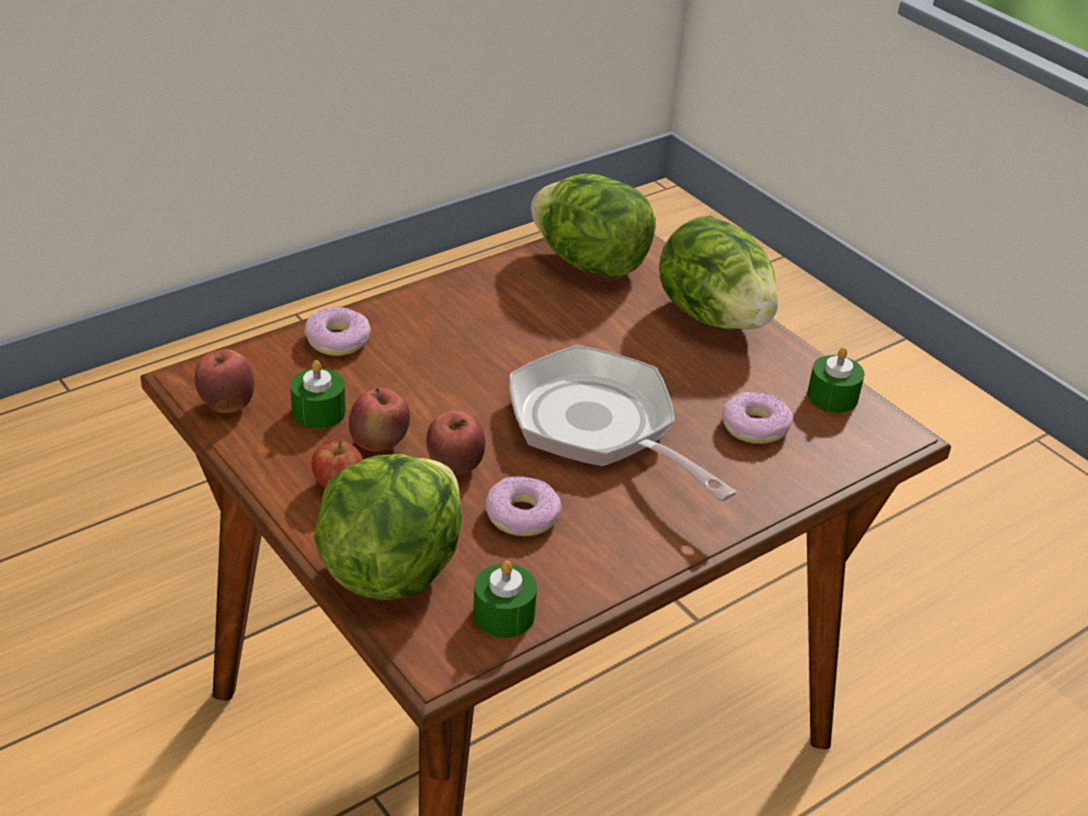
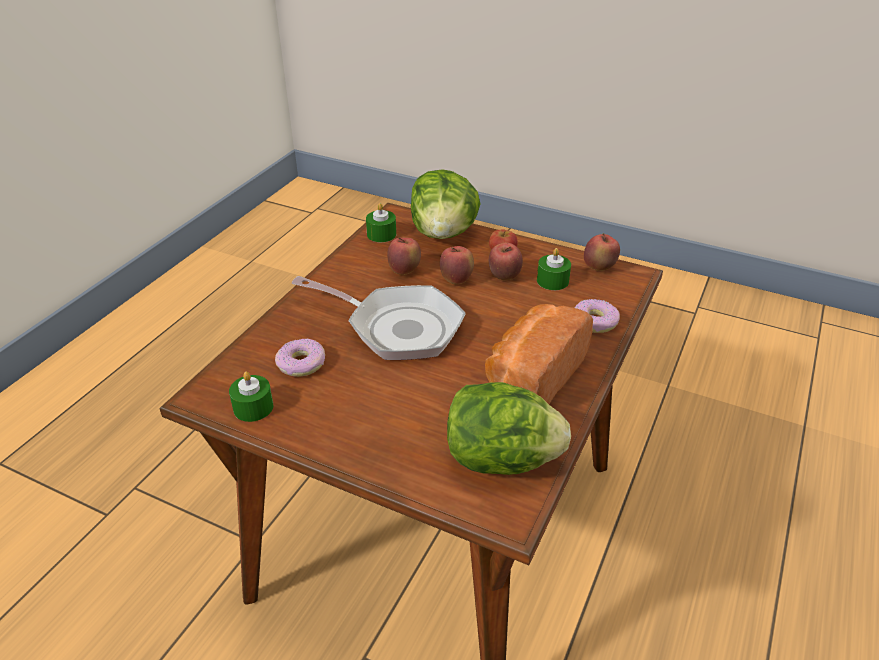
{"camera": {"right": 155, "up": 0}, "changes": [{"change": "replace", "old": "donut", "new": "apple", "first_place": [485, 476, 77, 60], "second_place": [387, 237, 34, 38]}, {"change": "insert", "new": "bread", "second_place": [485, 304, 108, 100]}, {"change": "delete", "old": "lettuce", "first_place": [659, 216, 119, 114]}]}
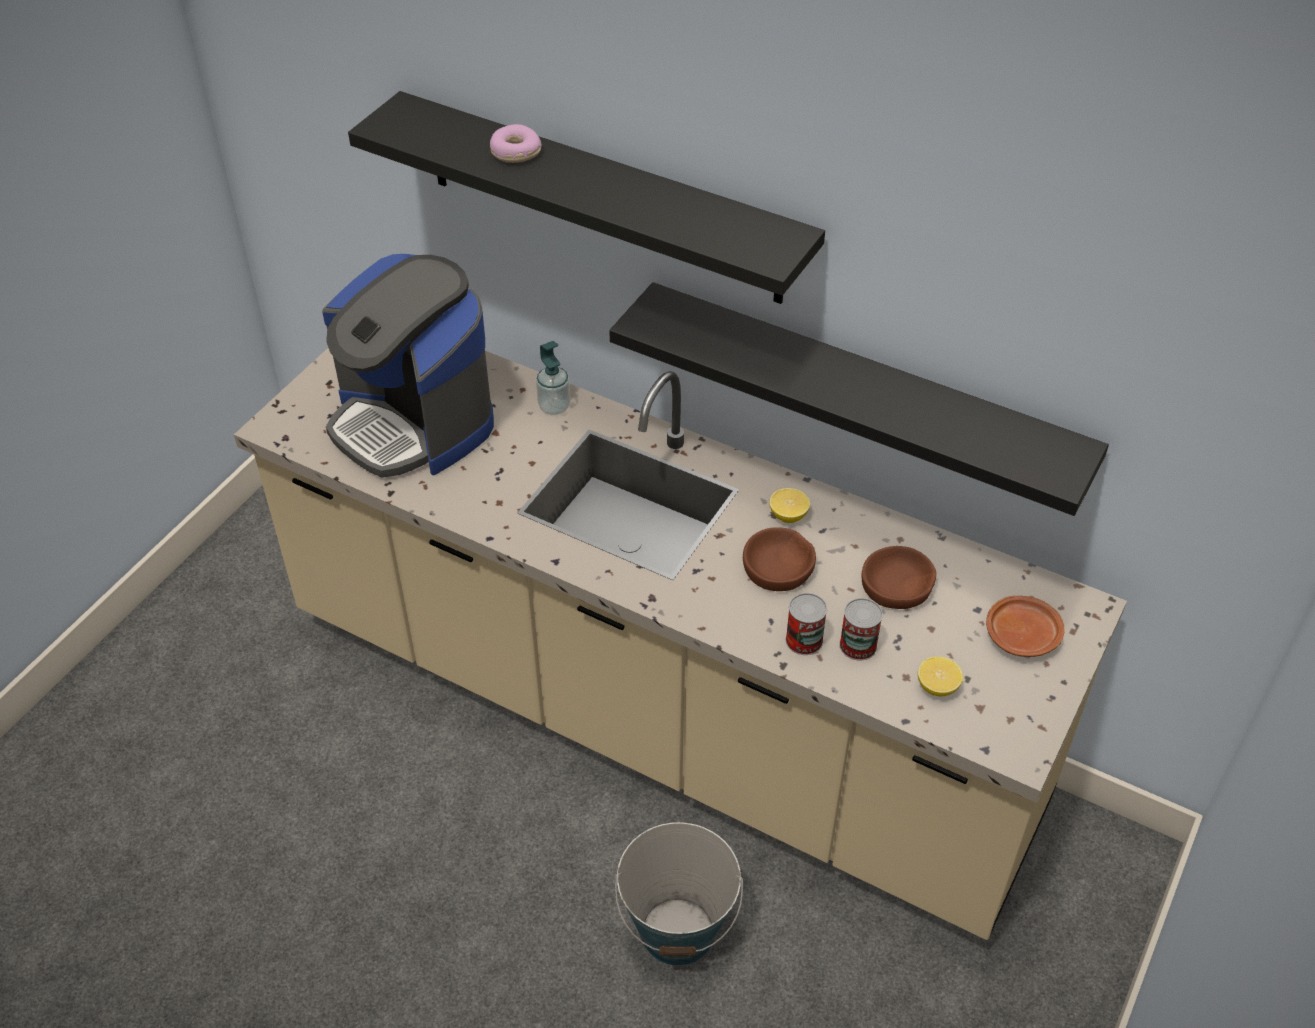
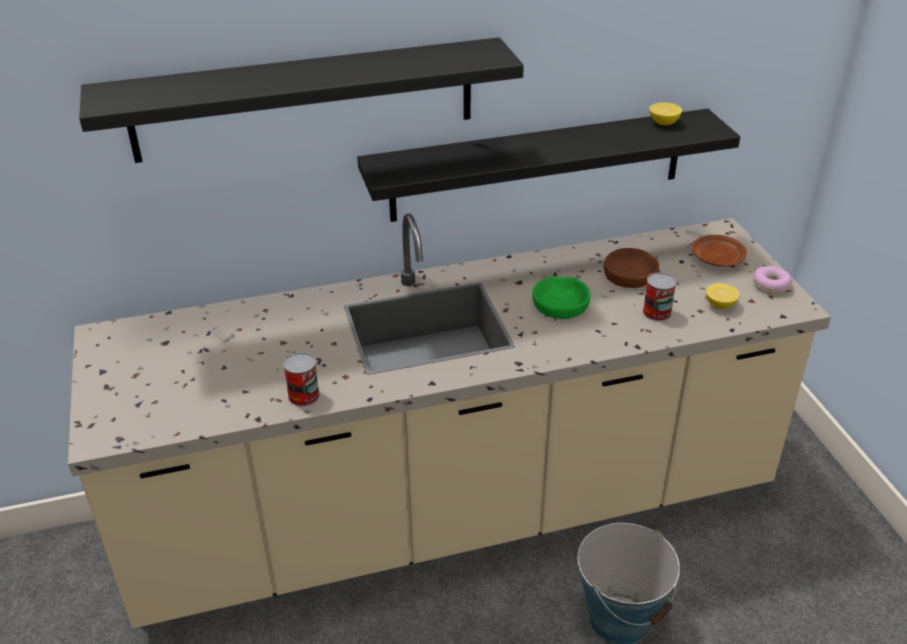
{"camera": {"right": -45, "up": -10}, "changes": [{"change": "move", "old": "can", "first_place": [786, 593, 41, 62], "second_place": [283, 352, 37, 54]}, {"change": "recolor", "old": "brown bowl", "new": "green bowl", "first_place": [743, 527, 73, 64], "second_place": [532, 276, 58, 43]}, {"change": "move", "old": "lemon", "first_place": [769, 488, 41, 35], "second_place": [649, 102, 33, 23]}, {"change": "move", "old": "donut", "first_place": [490, 124, 52, 39], "second_place": [753, 266, 40, 28]}, {"change": "delete", "old": "coffee machine", "first_place": [322, 254, 172, 224]}, {"change": "delete", "old": "soap dispenser", "first_place": [536, 341, 34, 74]}]}
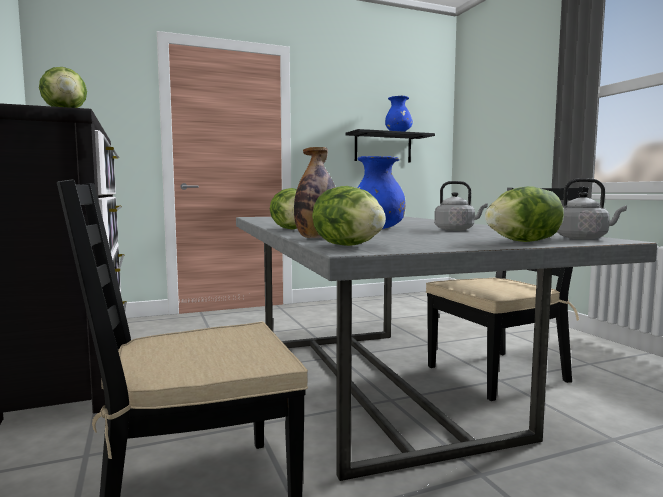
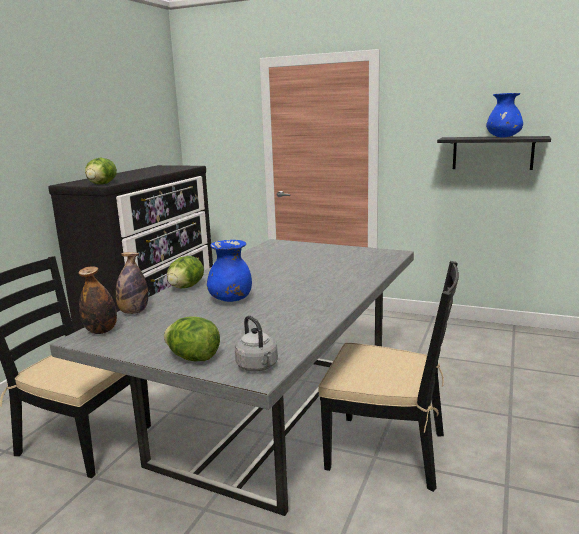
{"camera": {"right": 45, "up": 10}, "changes": [{"change": "replace", "old": "lettuce", "new": "bottle", "first_place": [312, 186, 74, 60], "second_place": [79, 266, 38, 68]}, {"change": "delete", "old": "grey kettle", "first_place": [434, 181, 54, 50]}]}
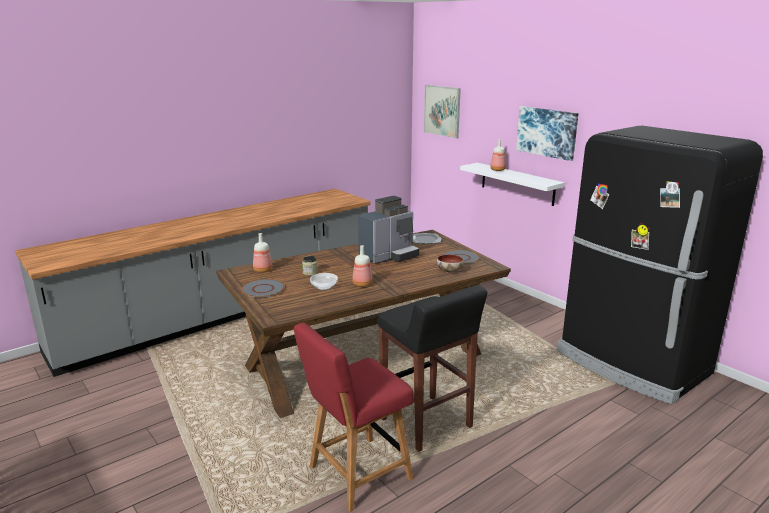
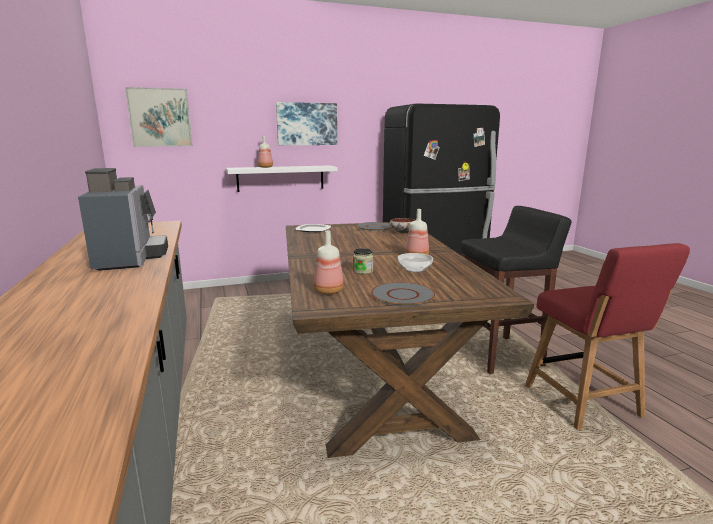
{"camera": {"right": -70, "up": -5}, "changes": [{"change": "move", "old": "coffee machine", "first_place": [358, 196, 61, 68], "second_place": [78, 168, 90, 103]}]}
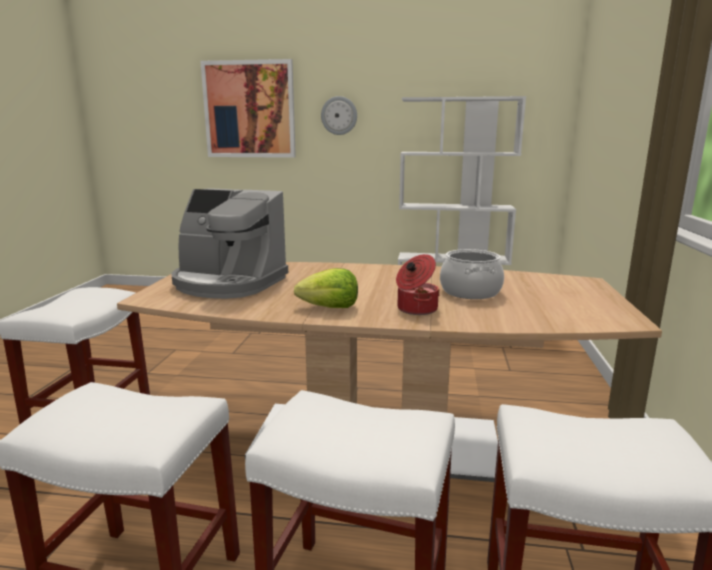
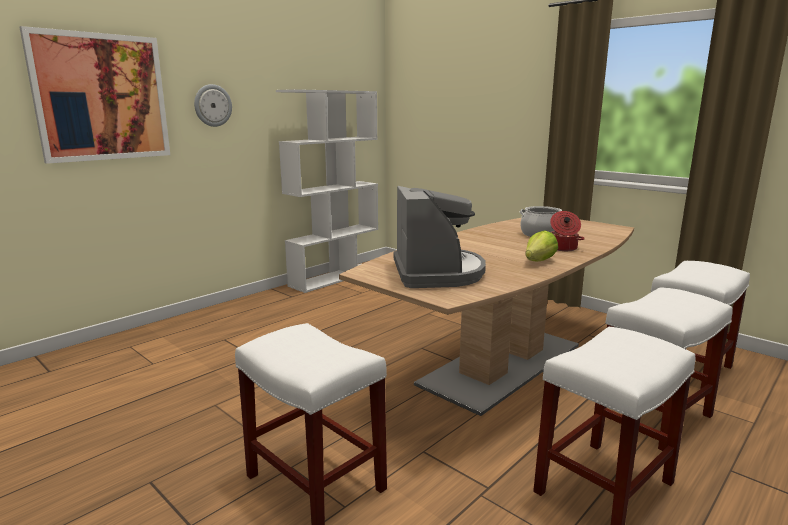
{"camera": {"right": -55, "up": 0}, "changes": [{"change": "rotate", "old": "coffee machine", "first_place": [172, 188, 116, 111], "second_place": [394, 186, 92, 102], "degrees": -60}]}
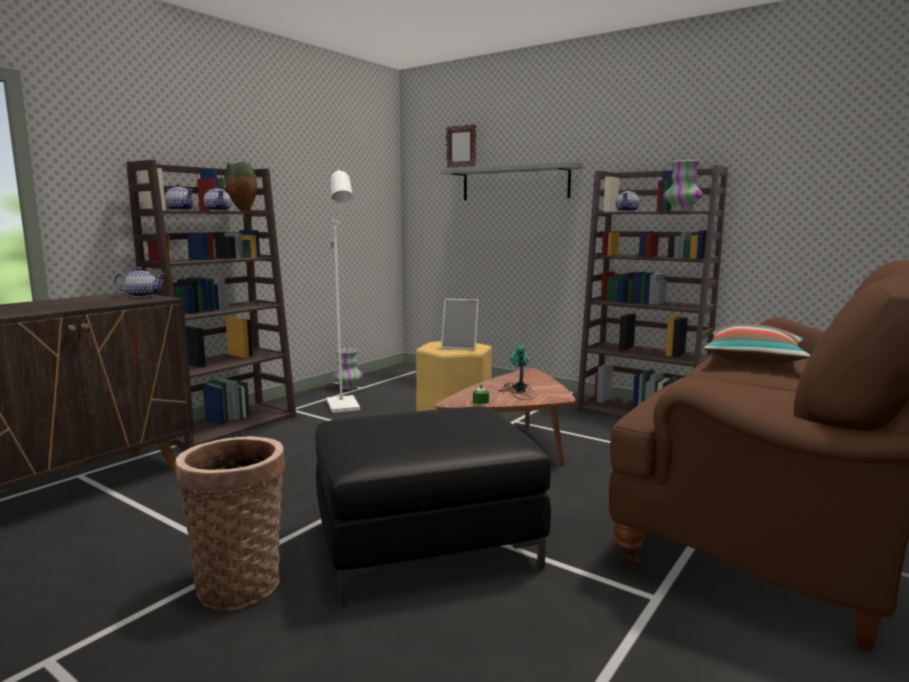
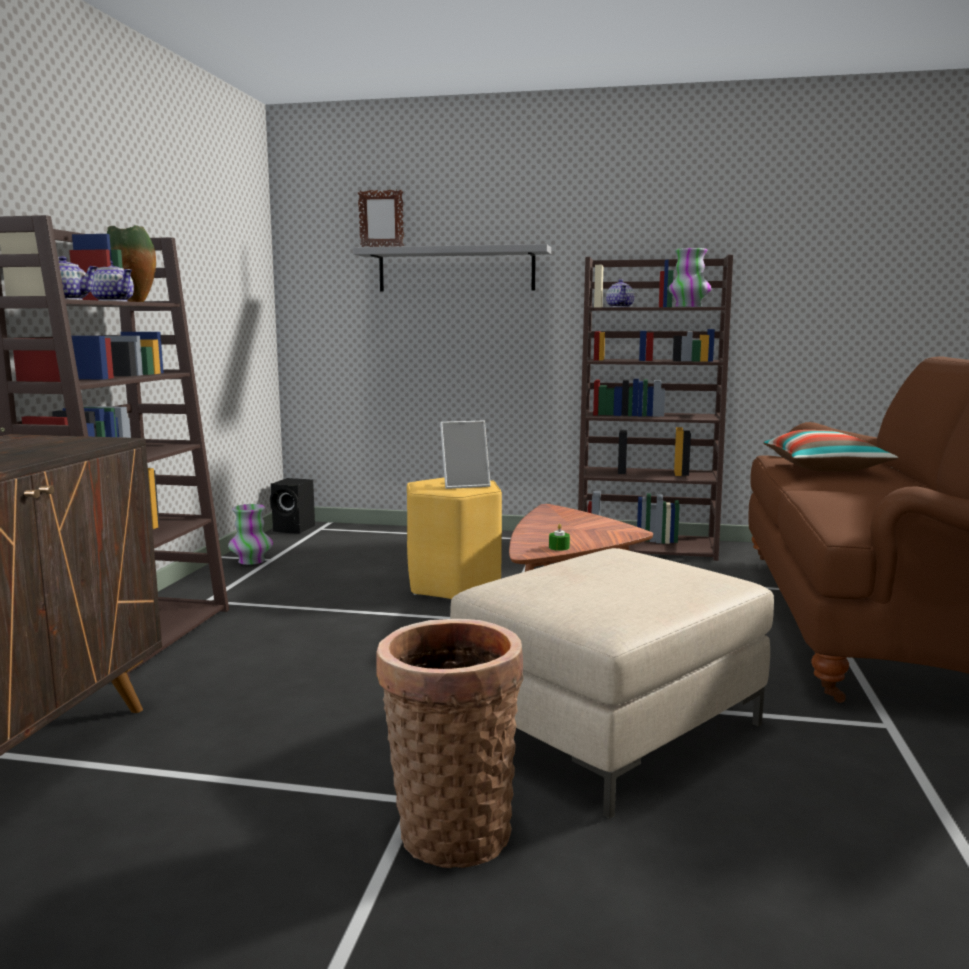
{"camera": {"right": -25, "up": 0}, "changes": [{"change": "insert", "new": "black speaker", "second_place": [270, 478, 45, 55]}, {"change": "recolor", "old": "black ottoman", "new": "beige ottoman", "first_place": [315, 406, 236, 200], "second_place": [450, 548, 324, 271]}, {"change": "delete", "old": "teapot", "first_place": [114, 267, 52, 30]}, {"change": "delete", "old": "white floor lamp", "first_place": [326, 169, 34, 244]}, {"change": "delete", "old": "table lamp", "first_place": [499, 345, 32, 55]}]}
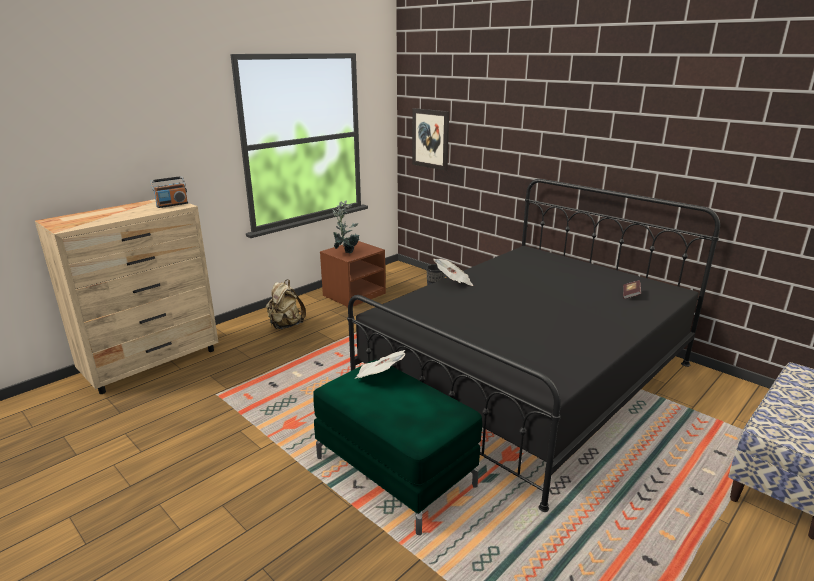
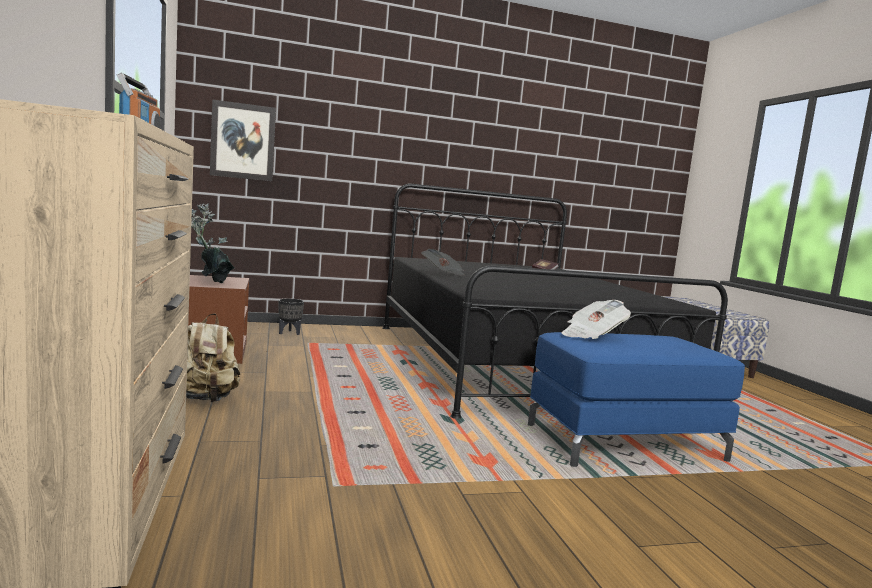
{"camera": {"right": -60, "up": -15}, "changes": [{"change": "recolor", "old": "green ottoman", "new": "blue ottoman", "first_place": [313, 360, 169, 175], "second_place": [528, 332, 217, 135]}]}
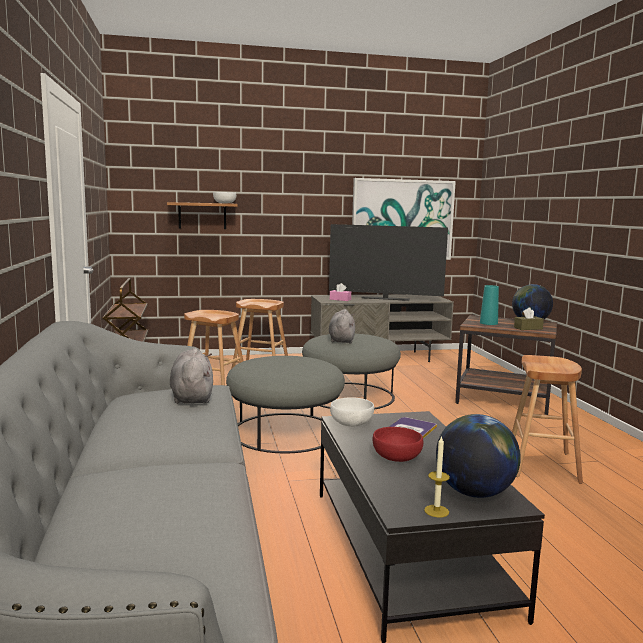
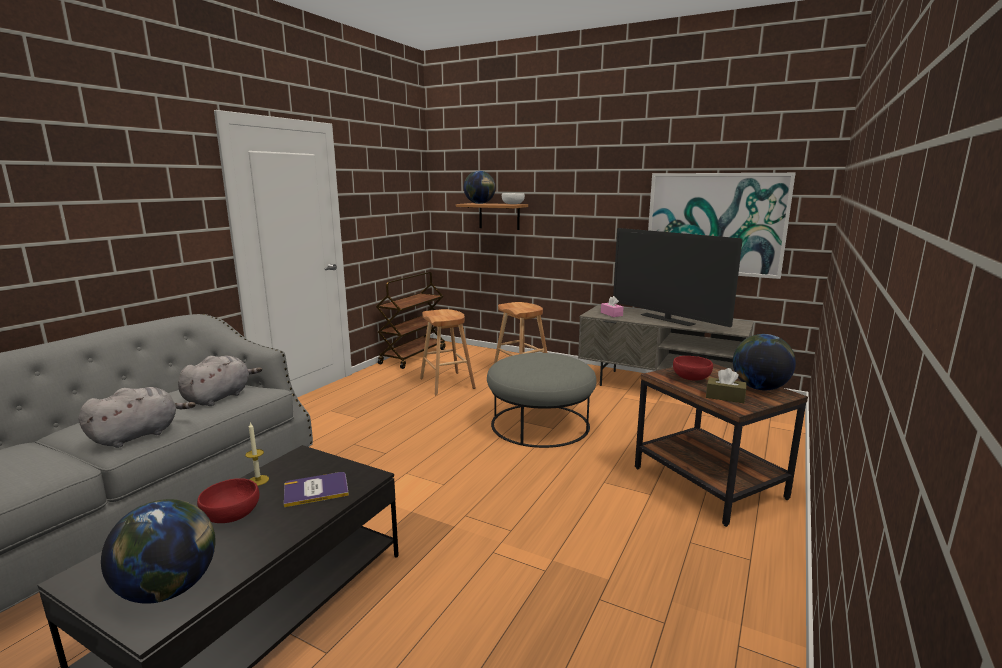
{"camera": {"right": 40, "up": 5}, "changes": [{"change": "move", "old": "grey plush toy", "first_place": [329, 309, 26, 34], "second_place": [79, 387, 117, 61]}, {"change": "move", "old": "candle", "first_place": [424, 435, 26, 83], "second_place": [245, 422, 24, 64]}, {"change": "insert", "new": "globe", "second_place": [464, 171, 32, 33]}, {"change": "replace", "old": "turquoise vase", "new": "red bowl", "first_place": [480, 285, 19, 40], "second_place": [673, 356, 40, 24]}, {"change": "delete", "old": "grey ottoman", "first_place": [226, 356, 119, 97]}, {"change": "delete", "old": "white bowl", "first_place": [330, 397, 44, 30]}, {"change": "delete", "old": "brown stool", "first_place": [512, 355, 71, 129]}]}
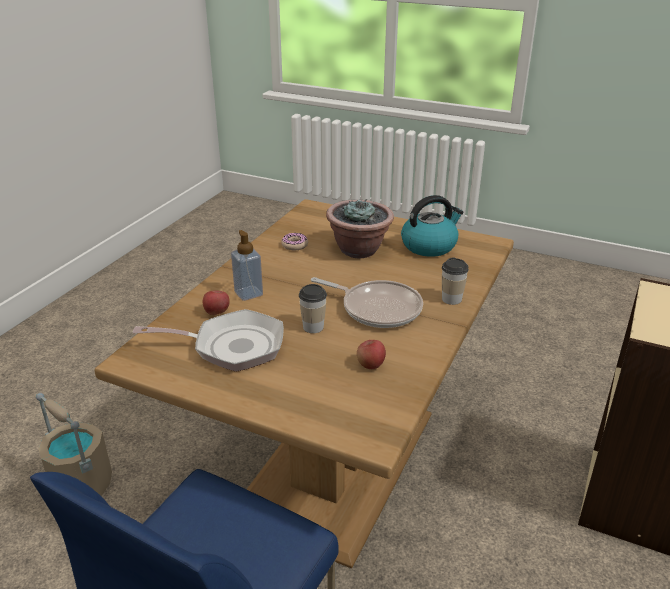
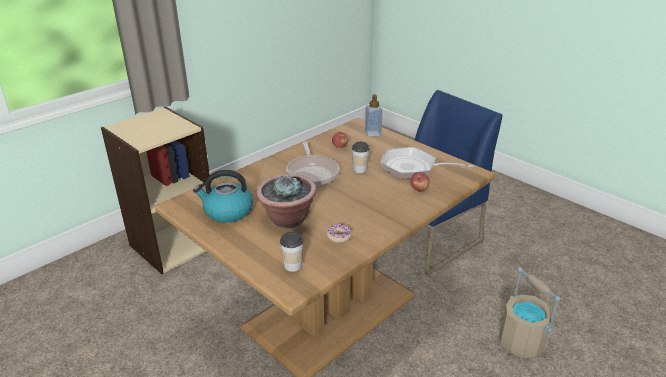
{"camera": {"right": -160, "up": 0}, "changes": [{"change": "move", "old": "cup", "first_place": [442, 257, 27, 48], "second_place": [280, 232, 23, 40]}, {"change": "rotate", "old": "frying pan", "first_place": [311, 277, 112, 51], "second_place": [286, 142, 54, 44], "degrees": -150}, {"change": "move", "old": "soap dispenser", "first_place": [231, 230, 32, 71], "second_place": [365, 94, 18, 43]}]}
